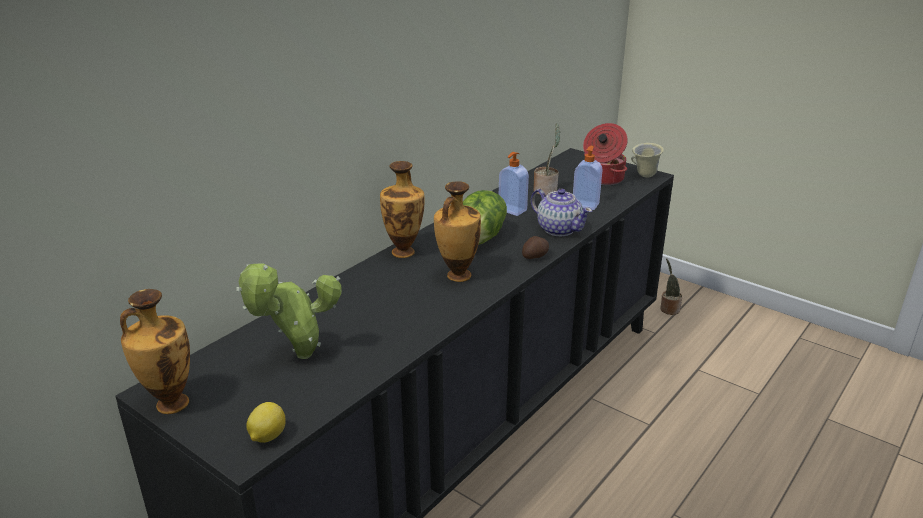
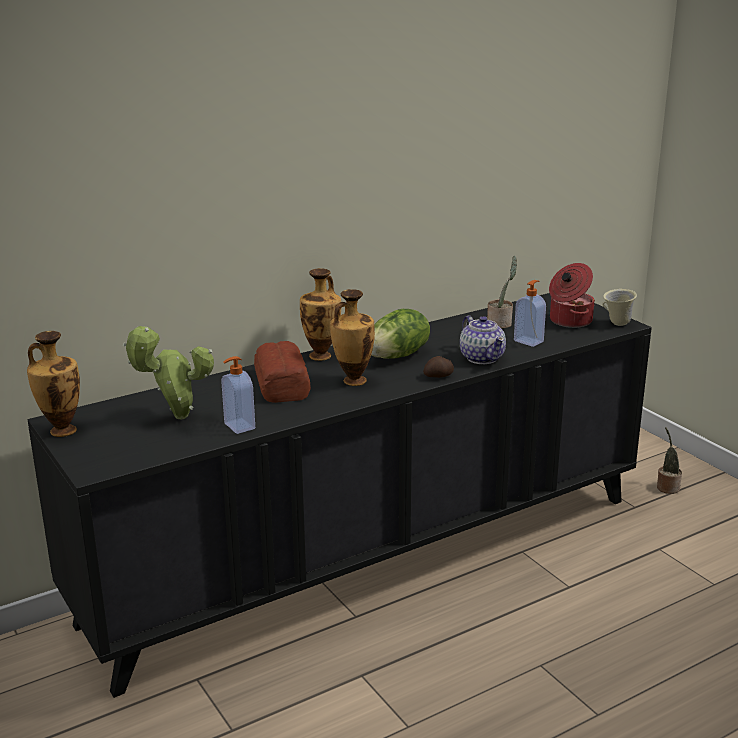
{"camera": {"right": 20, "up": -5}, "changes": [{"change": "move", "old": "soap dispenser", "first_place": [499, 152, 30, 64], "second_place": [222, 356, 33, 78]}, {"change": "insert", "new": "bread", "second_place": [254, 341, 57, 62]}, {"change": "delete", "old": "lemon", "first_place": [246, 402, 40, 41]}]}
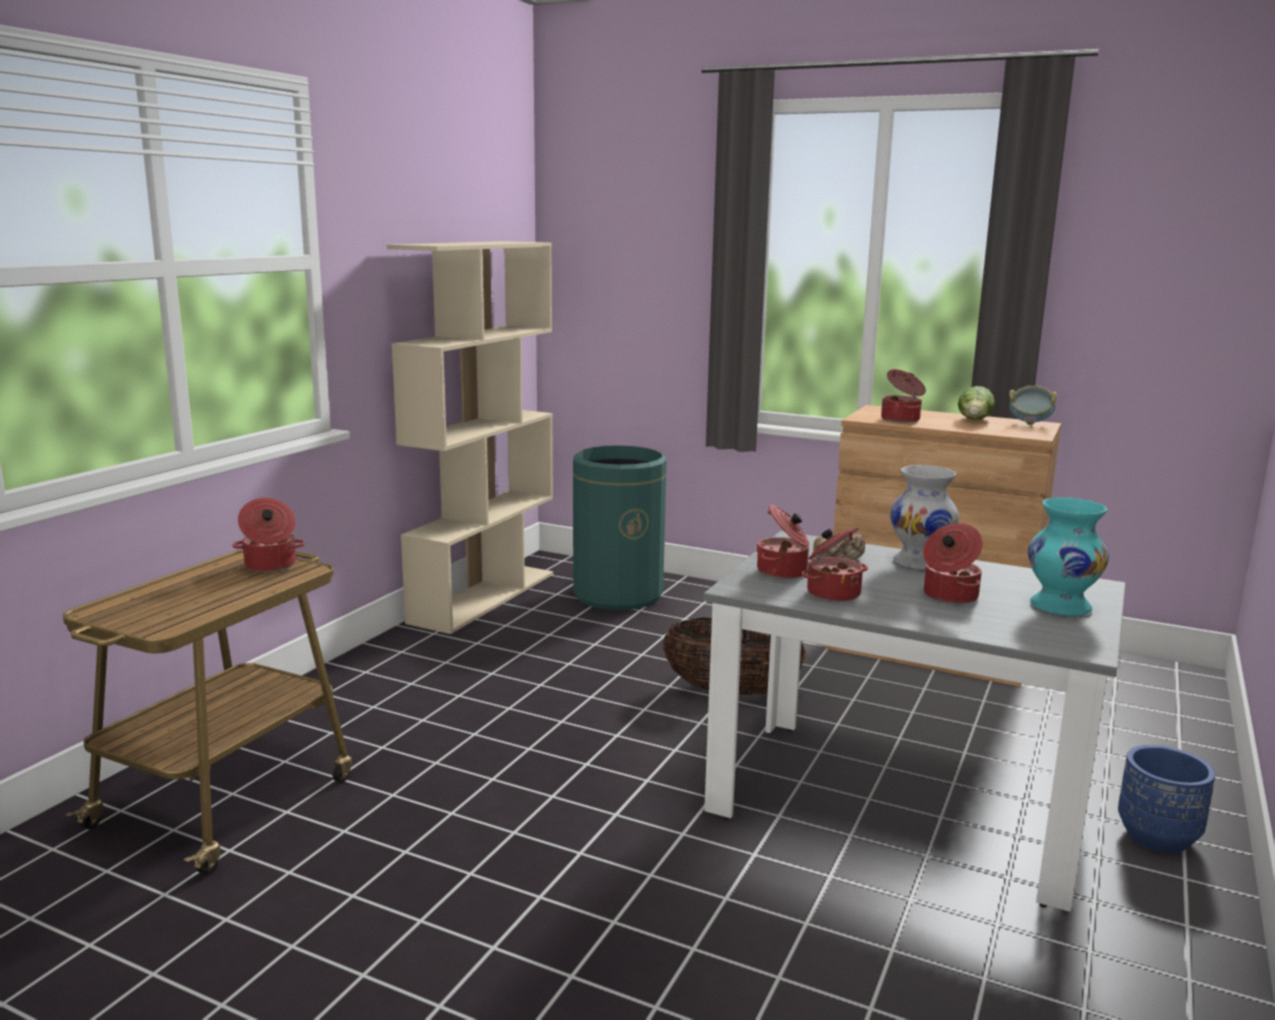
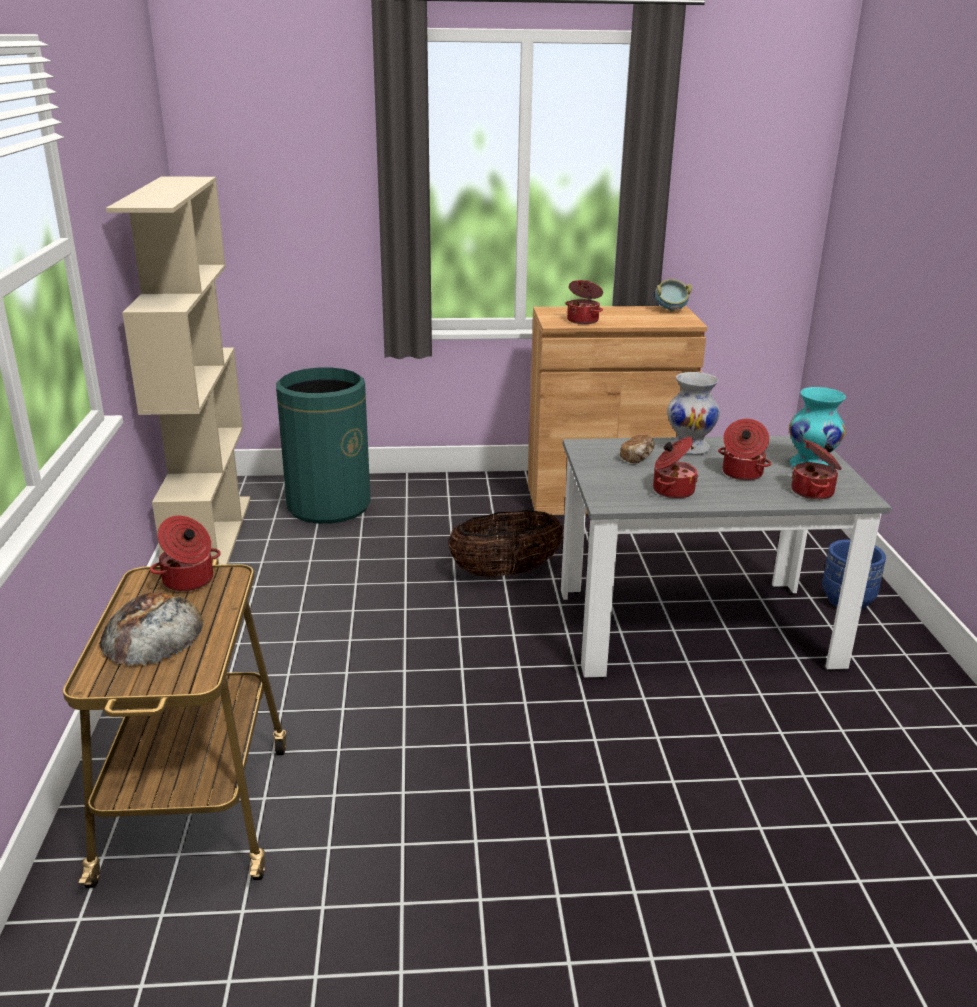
{"camera": {"right": -30, "up": 10}, "changes": [{"change": "insert", "new": "bread", "second_place": [99, 593, 104, 73]}, {"change": "move", "old": "cooking pot", "first_place": [757, 505, 52, 74], "second_place": [792, 440, 50, 60]}, {"change": "delete", "old": "lettuce", "first_place": [958, 386, 37, 34]}]}
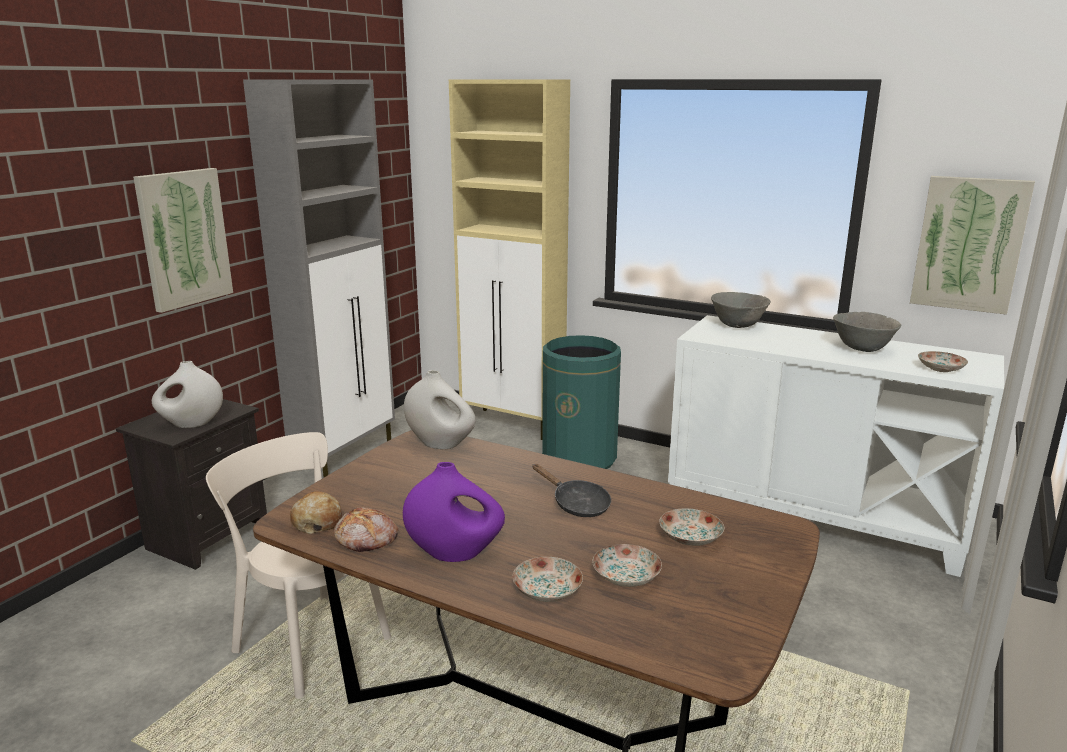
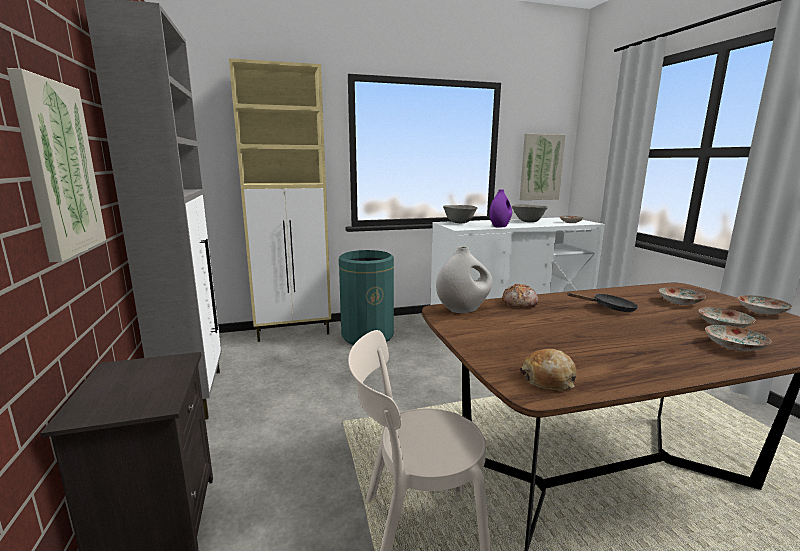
{"camera": {"right": -45, "up": -5}, "changes": [{"change": "move", "old": "purple vase", "first_place": [403, 462, 102, 100], "second_place": [489, 189, 23, 39]}, {"change": "move", "old": "bread", "first_place": [334, 507, 64, 45], "second_place": [502, 284, 36, 24]}, {"change": "insert", "new": "plate", "second_place": [738, 295, 54, 20]}, {"change": "delete", "old": "white vase", "first_place": [152, 361, 71, 67]}]}
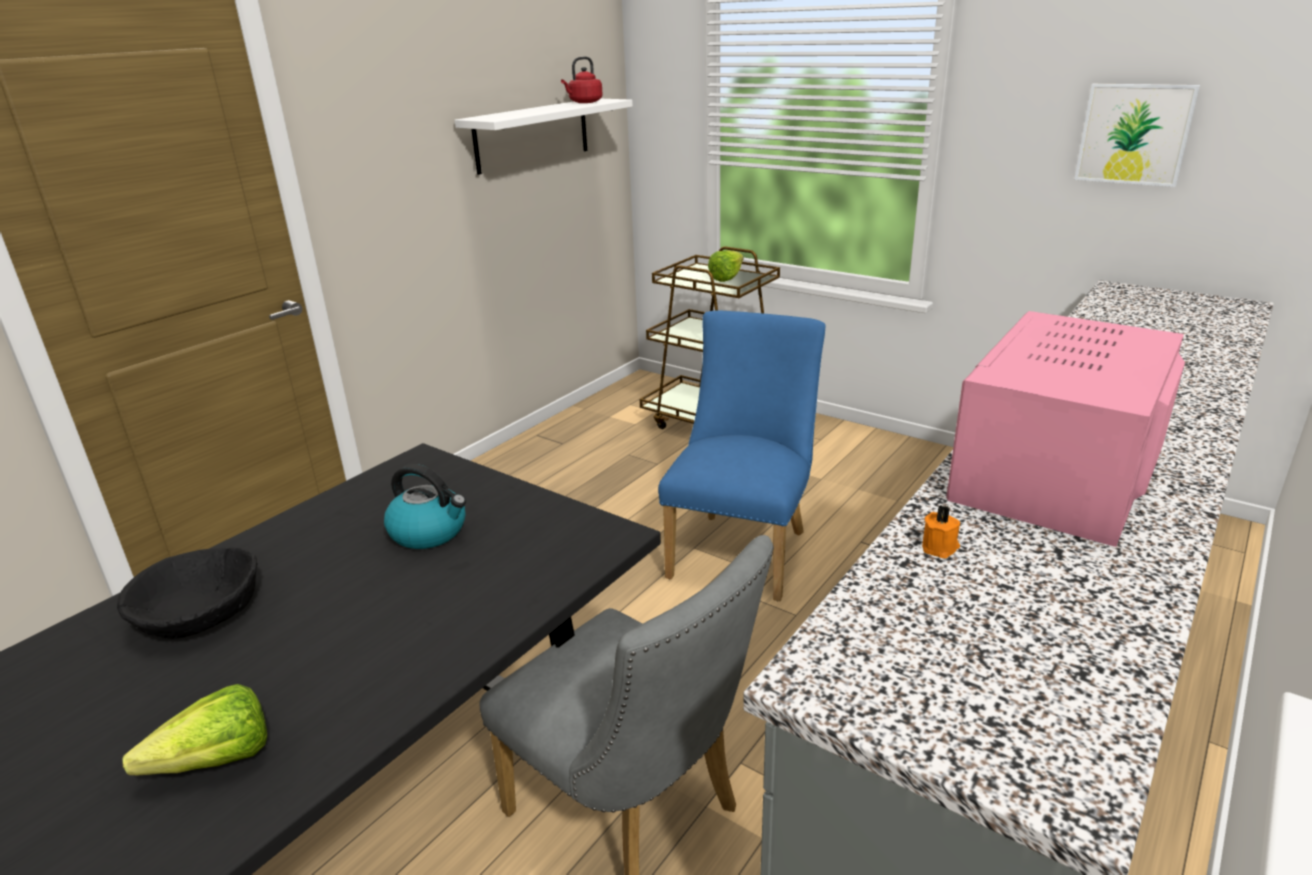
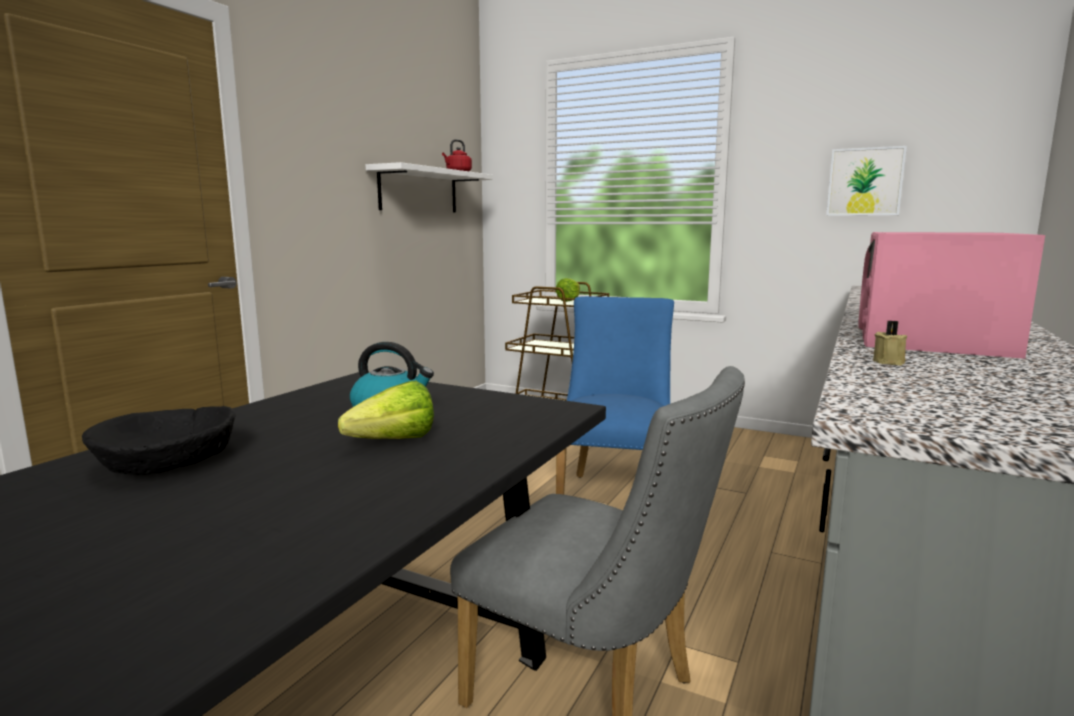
{"camera": {"right": -10, "up": -15}, "changes": [{"change": "move", "old": "lettuce", "first_place": [122, 684, 145, 91], "second_place": [338, 380, 96, 59]}, {"change": "recolor", "old": "orange candle", "new": "beige candle", "first_place": [922, 505, 38, 54], "second_place": [873, 320, 34, 46]}]}
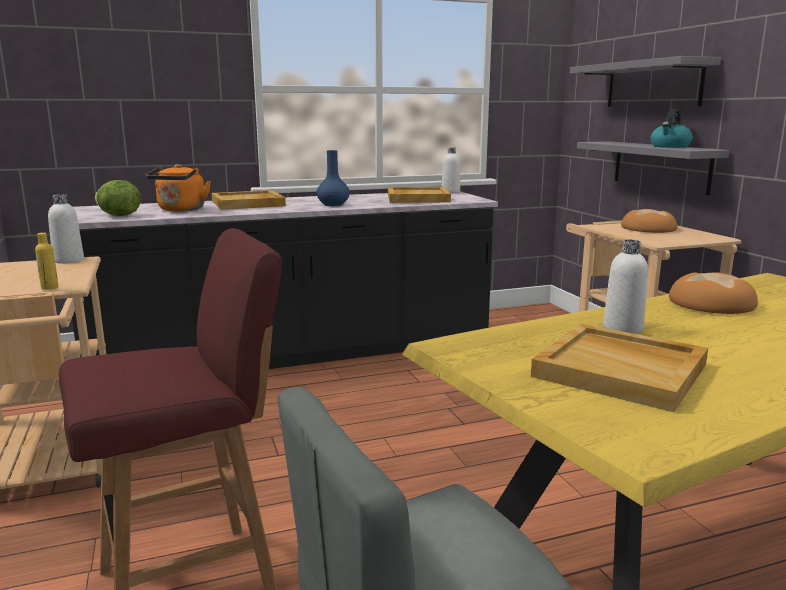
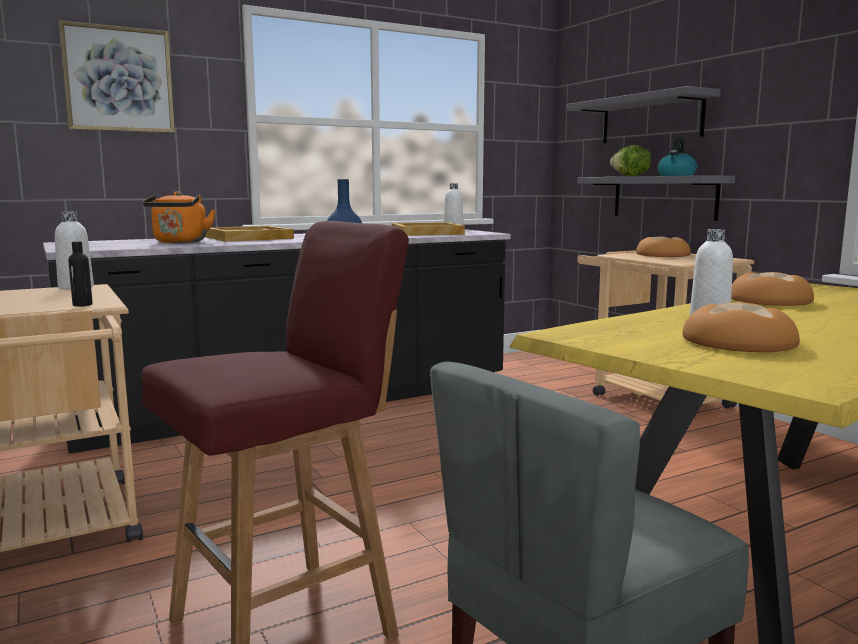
{"camera": {"right": -10, "up": -5}, "changes": [{"change": "insert", "new": "picture", "second_place": [58, 20, 117, 113]}, {"change": "recolor", "old": "yellow bottle", "new": "black bottle", "first_place": [35, 233, 24, 57], "second_place": [68, 241, 25, 66]}, {"change": "move", "old": "lettuce", "first_place": [95, 180, 46, 36], "second_place": [610, 145, 41, 31]}, {"change": "replace", "old": "beige tray", "new": "bread", "first_place": [531, 324, 177, 88], "second_place": [682, 302, 118, 50]}]}
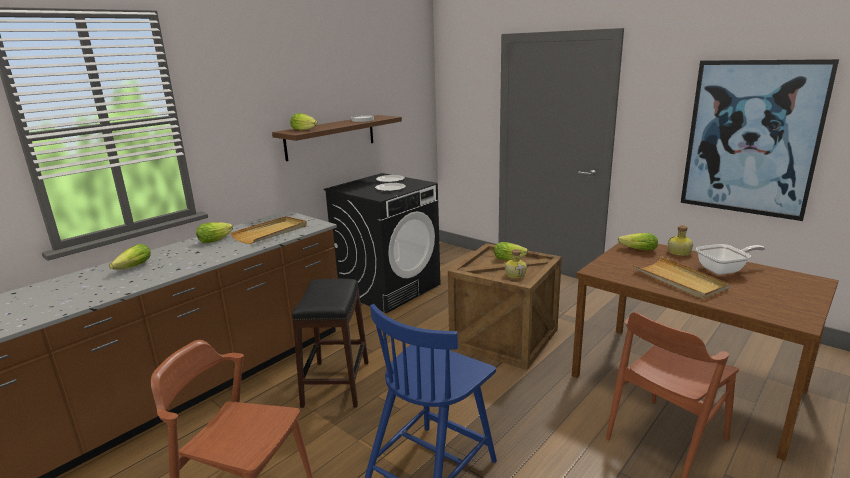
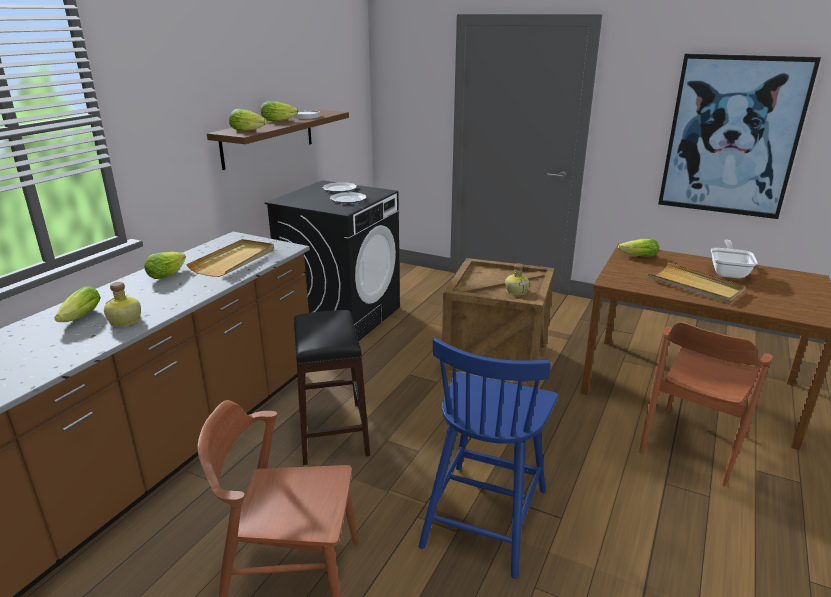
{"camera": {"right": -15, "up": 5}, "changes": [{"change": "move", "old": "bottle", "first_place": [668, 225, 25, 31], "second_place": [104, 282, 37, 45]}, {"change": "move", "old": "lettuce", "first_place": [494, 242, 34, 18], "second_place": [261, 101, 37, 20]}, {"change": "rotate", "old": "frying pan", "first_place": [696, 244, 69, 31], "second_place": [711, 240, 47, 38], "degrees": -45}]}
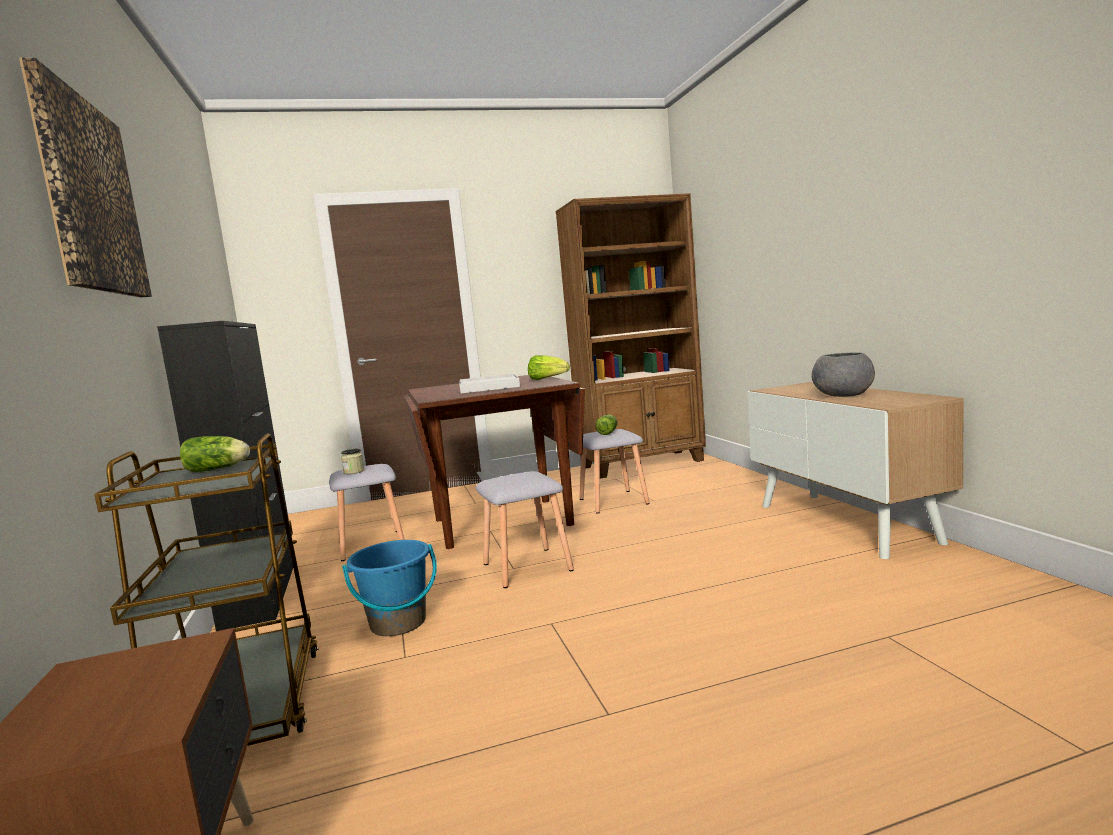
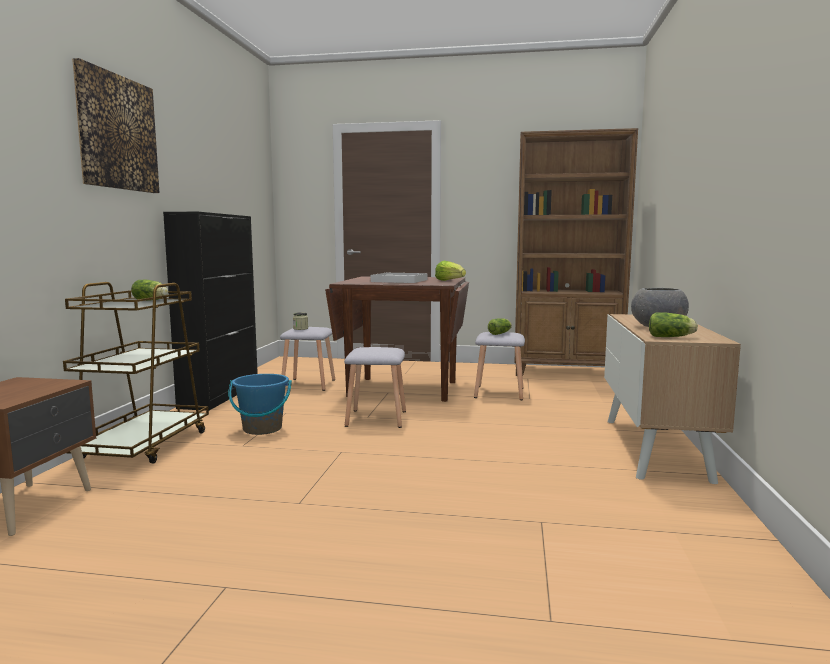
{"camera": {"right": 25, "up": 0}, "changes": [{"change": "insert", "new": "lettuce", "second_place": [649, 312, 49, 25]}]}
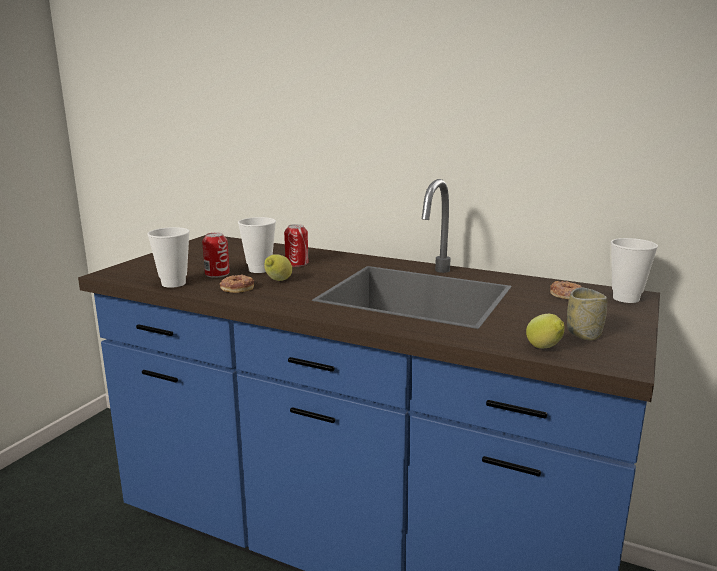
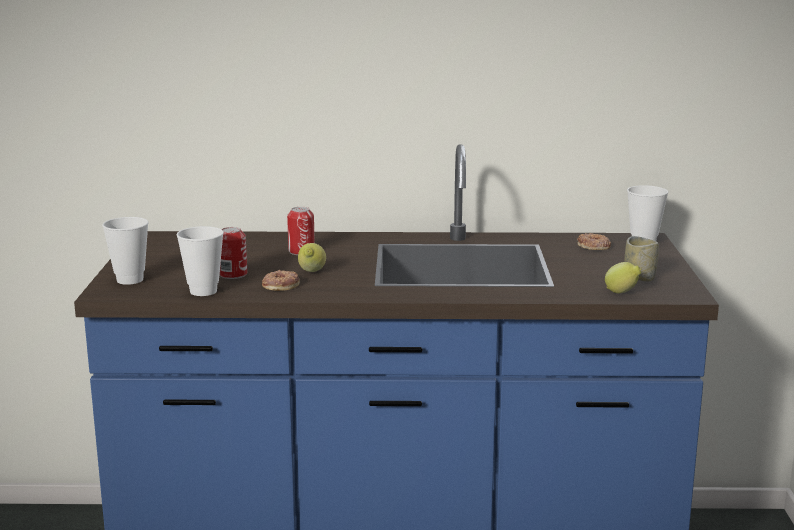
{"camera": {"right": -25, "up": 0}, "changes": [{"change": "move", "old": "cup", "first_place": [238, 217, 38, 56], "second_place": [102, 217, 47, 68]}]}
